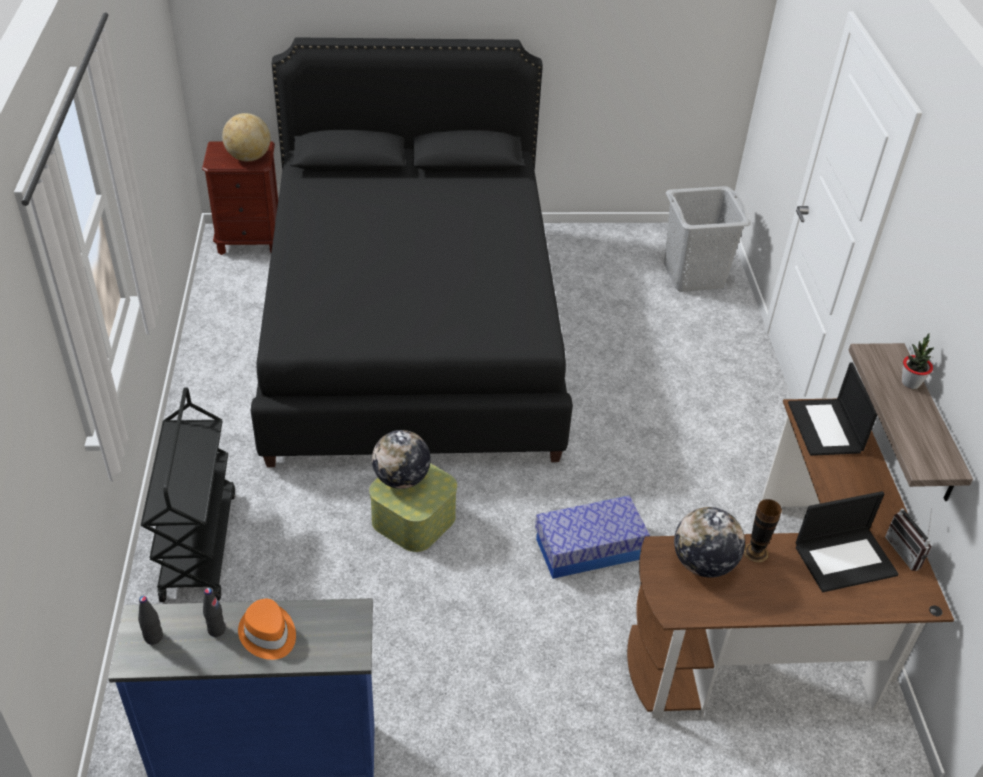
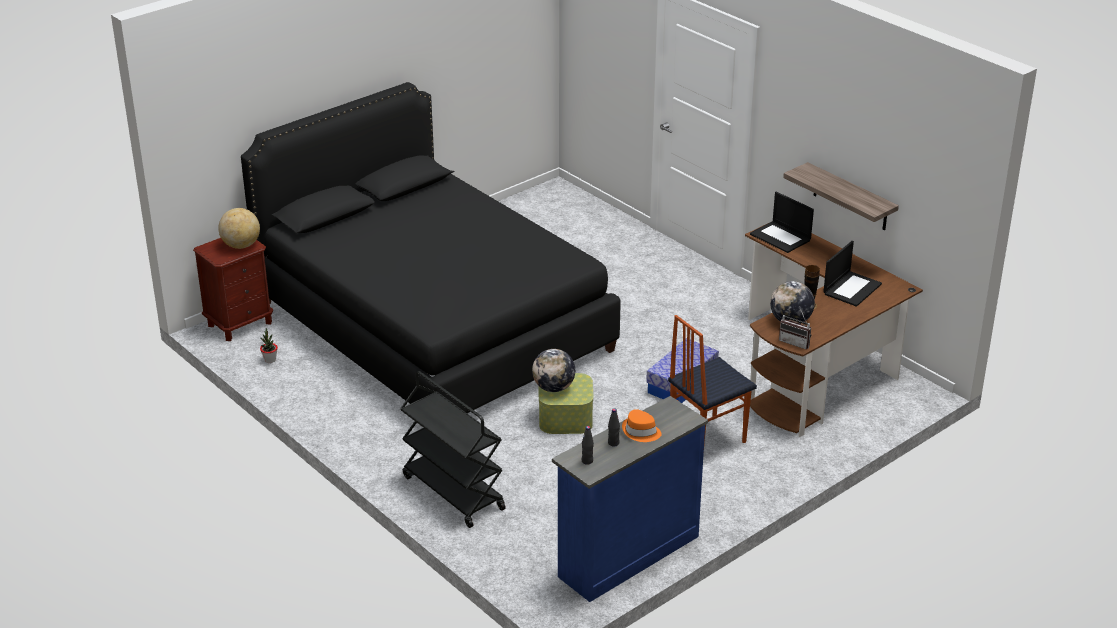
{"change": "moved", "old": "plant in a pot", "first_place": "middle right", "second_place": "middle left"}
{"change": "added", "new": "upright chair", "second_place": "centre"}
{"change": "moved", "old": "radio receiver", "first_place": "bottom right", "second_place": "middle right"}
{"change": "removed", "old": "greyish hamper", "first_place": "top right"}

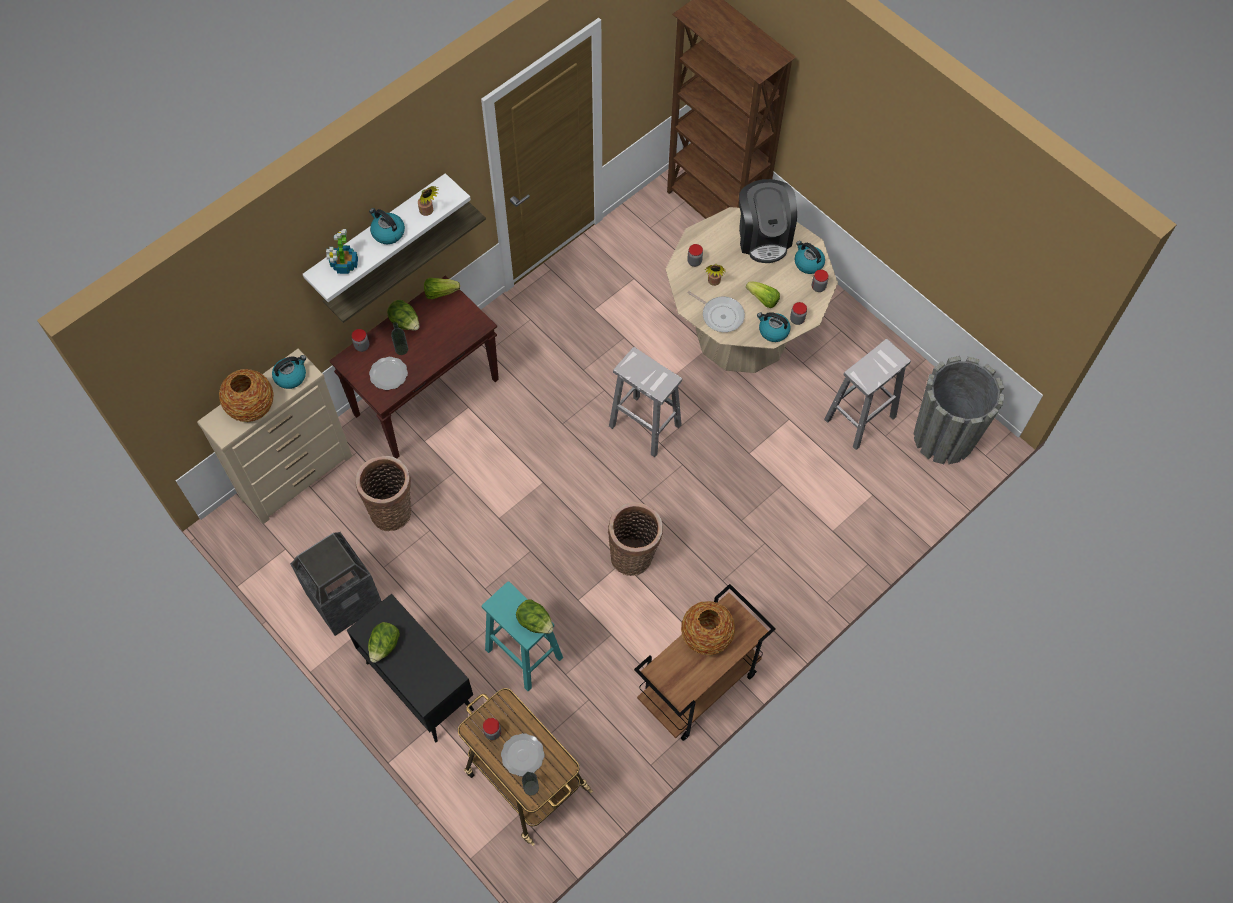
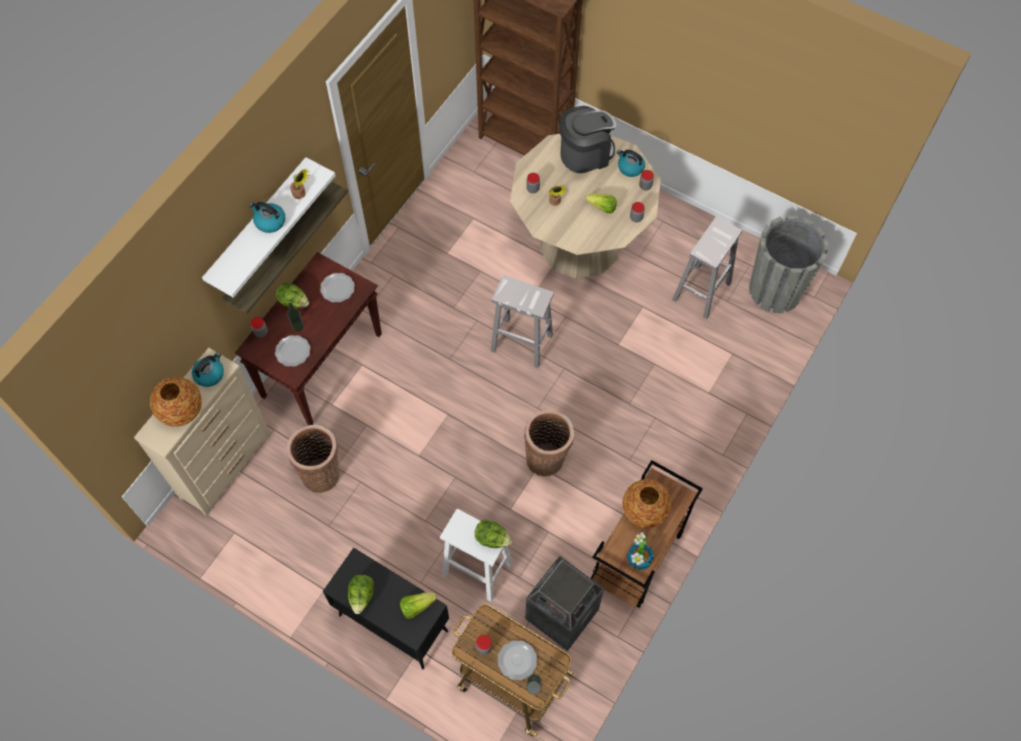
{"change": "added", "new": "plate (2nd from left)", "second_place": "middle left"}
{"change": "moved", "old": "head of lettuce (3rd from left)", "first_place": "top centre", "second_place": "bottom centre"}
{"change": "recoloured", "old": "turquoise-coloured sitting stool", "new": "white sitting stool (1st from left)", "first_place": "bottom centre", "second_place": "bottom centre"}
{"change": "moved", "old": "rubbish bin", "first_place": "middle left", "second_place": "bottom centre"}
{"change": "turned", "old": "coffee brewer", "first_place": "top centre", "second_place": "top centre", "degrees": -90}
{"change": "moved", "old": "plant in a pot (1st from left in the first image)", "new": "plant in a pot (3rd from left)", "first_place": "top left", "second_place": "bottom centre"}
{"change": "removed", "old": "frying pan", "first_place": "centre"}
{"change": "removed", "old": "kettle (3rd from left)", "first_place": "centre"}

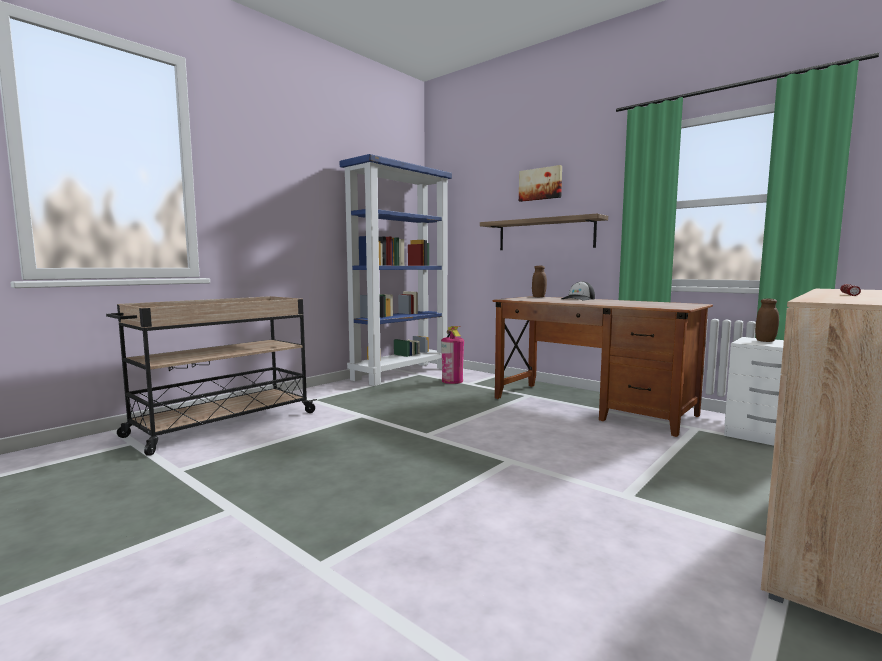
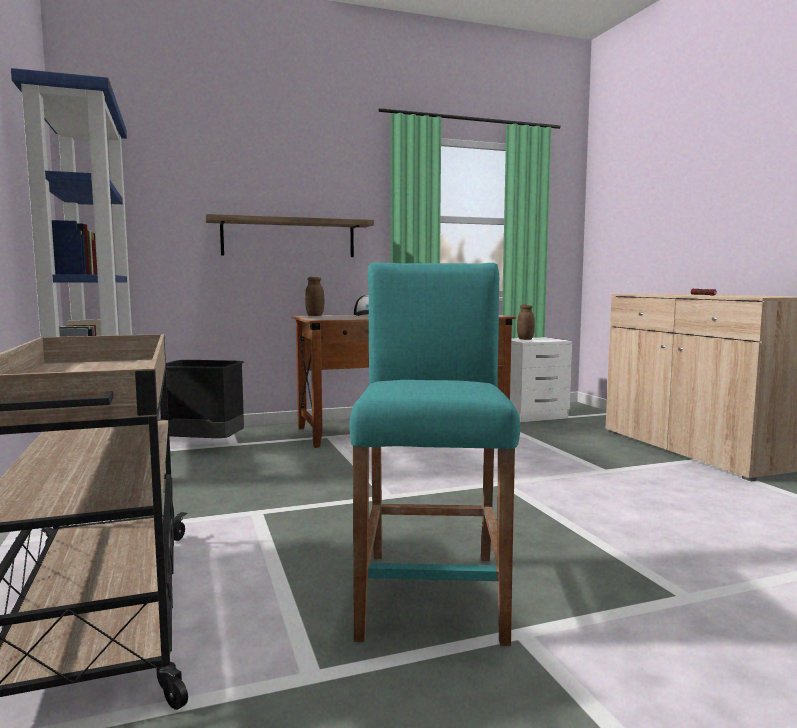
{"change": "replaced", "old": "extinguisher", "new": "blackish rubbish bin", "first_place": "centre", "second_place": "middle left"}
{"change": "added", "new": "turquoise-coloured sitting stool", "second_place": "centre"}
{"change": "removed", "old": "wall picture", "first_place": "top centre"}

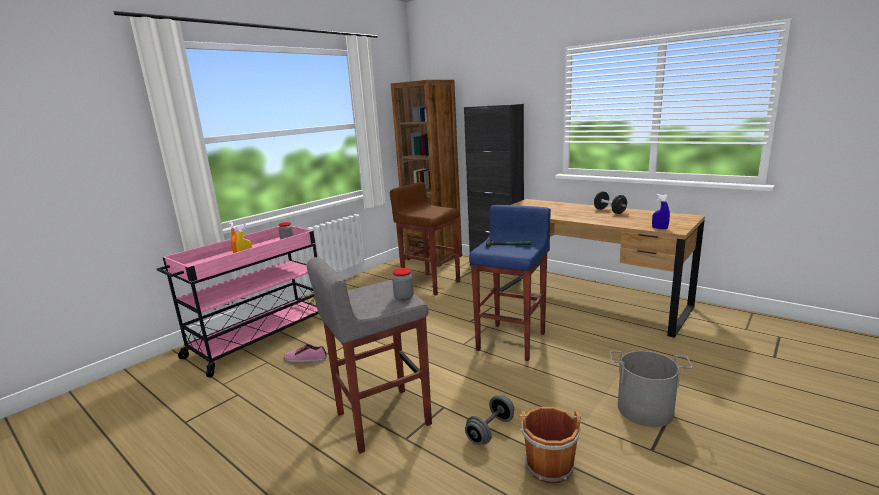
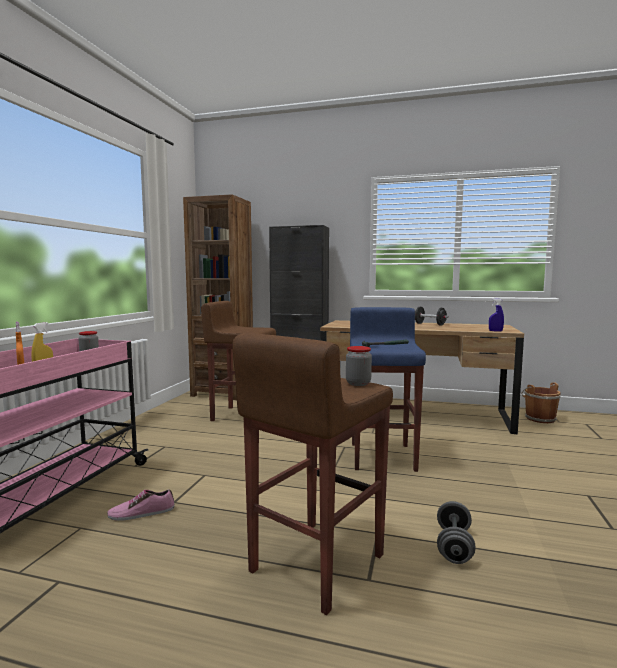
{"change": "recoloured", "old": "greyish sitting stool", "new": "brown-coloured sitting stool (2nd from left)", "first_place": "bottom centre", "second_place": "bottom centre"}
{"change": "moved", "old": "brown-coloured pail", "first_place": "bottom centre", "second_place": "middle right"}
{"change": "removed", "old": "greyish pail", "first_place": "bottom right"}

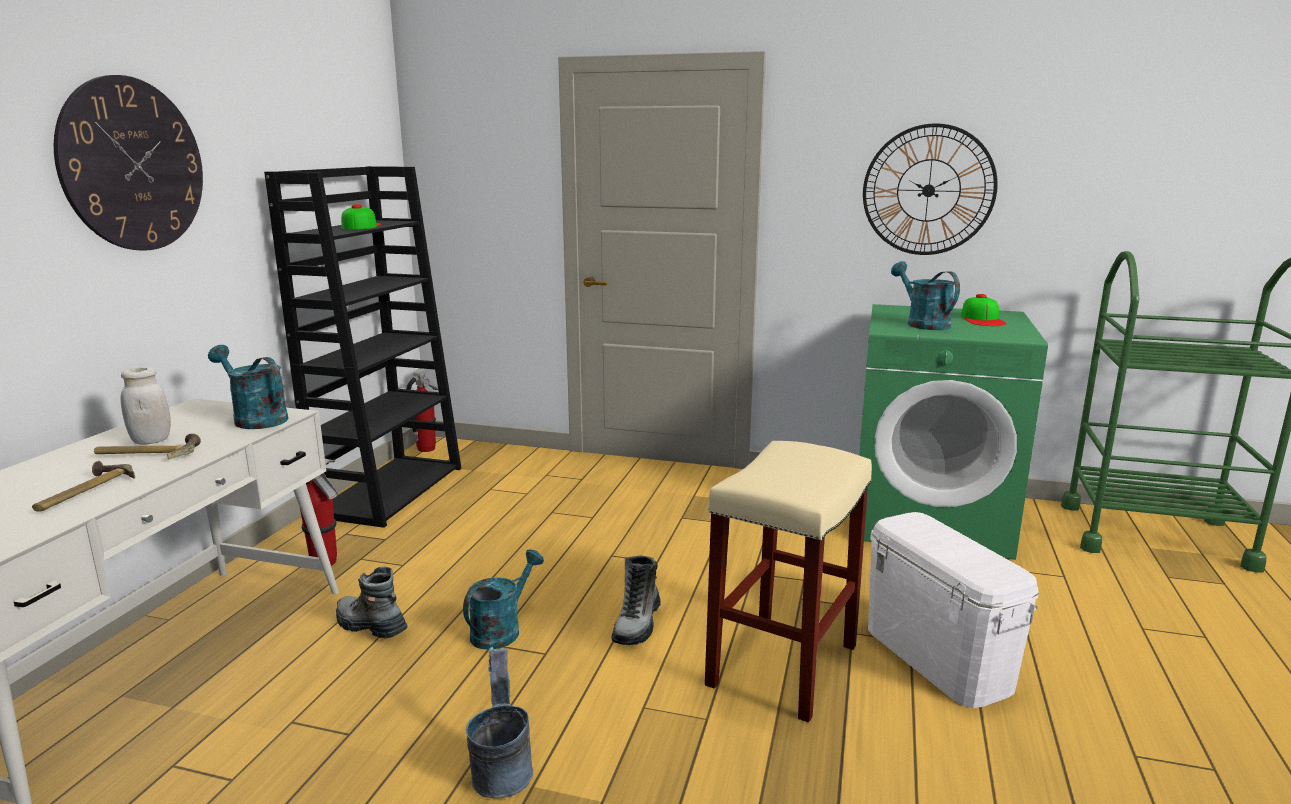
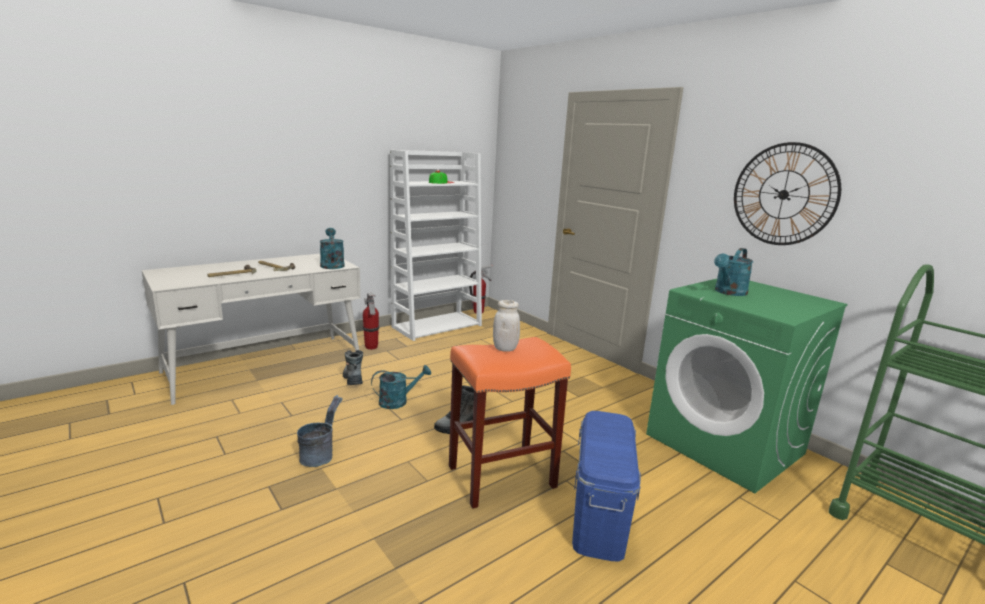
{"change": "recoloured", "old": "blackish bookcase", "new": "white bookcase", "first_place": "middle left", "second_place": "centre"}
{"change": "recoloured", "old": "sand-coloured sitting stool", "new": "orange-coloured sitting stool", "first_place": "bottom centre", "second_place": "bottom centre"}
{"change": "moved", "old": "white jar", "first_place": "middle left", "second_place": "centre"}
{"change": "recoloured", "old": "white storage bin", "new": "blue storage bin", "first_place": "bottom right", "second_place": "bottom centre"}
{"change": "turned", "old": "turquoise-coloured watering can (3rd from left)", "first_place": "middle right", "second_place": "middle right", "degrees": -150}
{"change": "removed", "old": "wall clock (1st from left)", "first_place": "top left"}
{"change": "removed", "old": "cap (2nd from left)", "first_place": "middle right"}

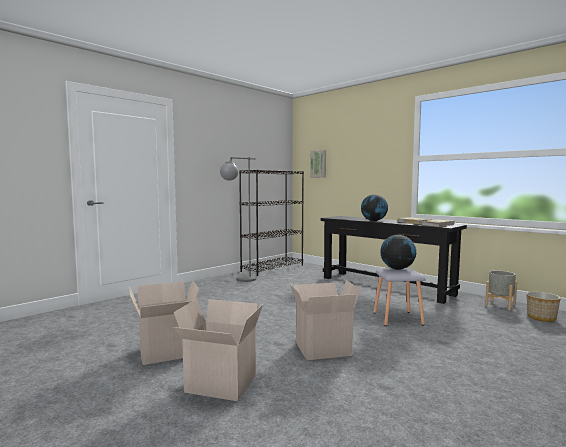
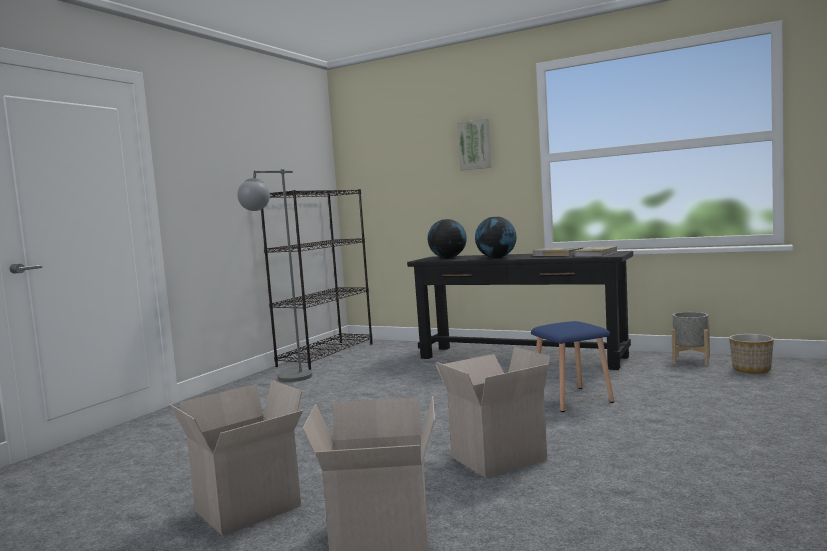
{"change": "moved", "old": "globe (2nd from left in the first image)", "new": "globe (1st from left)", "first_place": "middle right", "second_place": "centre"}
{"change": "moved", "old": "wall picture", "first_place": "centre", "second_place": "top centre"}
{"change": "recoloured", "old": "greyish sitting stool", "new": "blue sitting stool", "first_place": "middle right", "second_place": "middle right"}

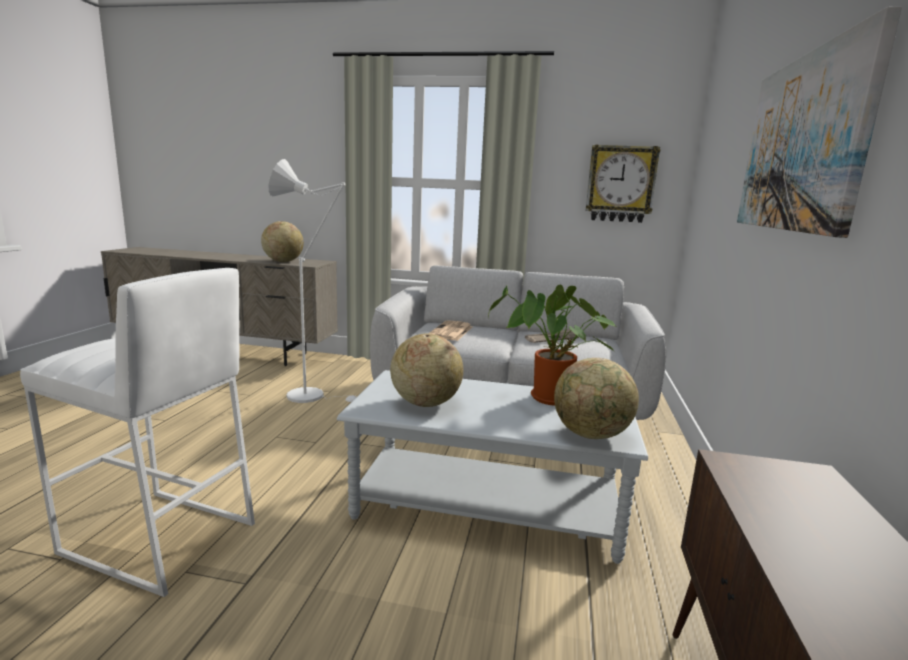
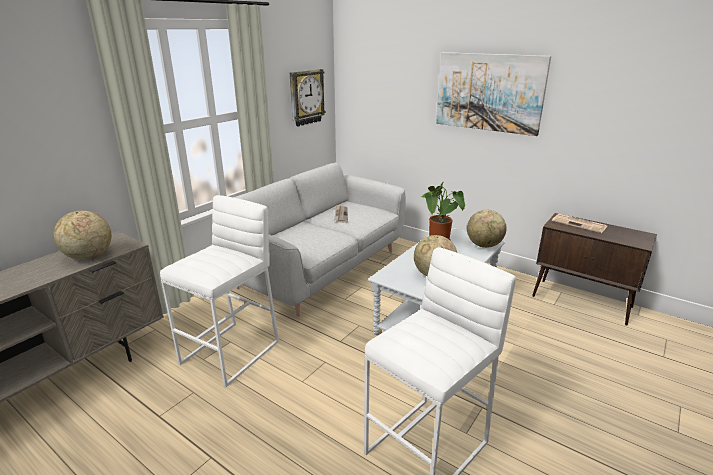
{"change": "replaced", "old": "white standing lamp", "new": "white sitting stool (1st from left)", "first_place": "centre", "second_place": "middle left"}
{"change": "moved", "old": "newspaper (1st from left in the first image)", "new": "newspaper (2nd from left)", "first_place": "centre", "second_place": "middle right"}

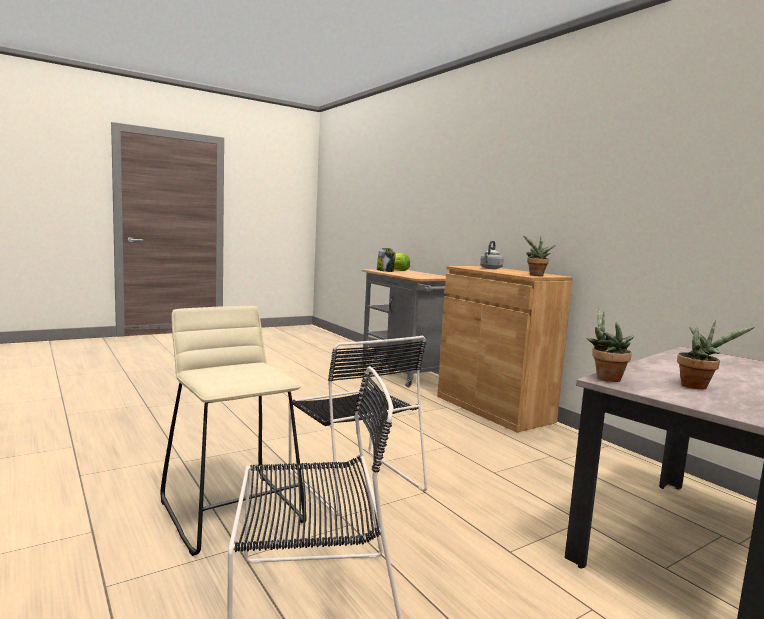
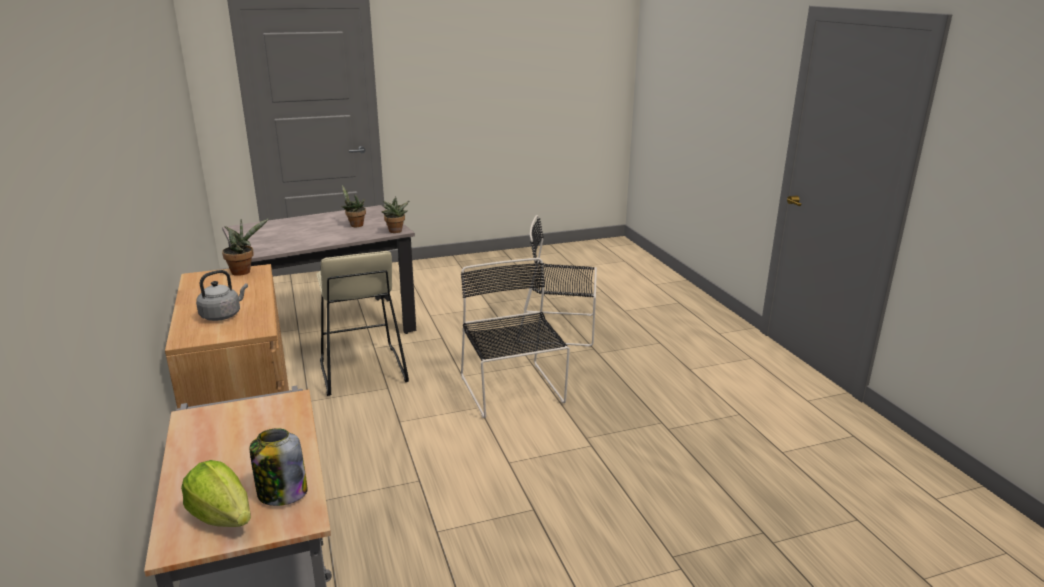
{"change": "moved", "old": "sand-coloured sitting stool", "first_place": "bottom left", "second_place": "centre"}

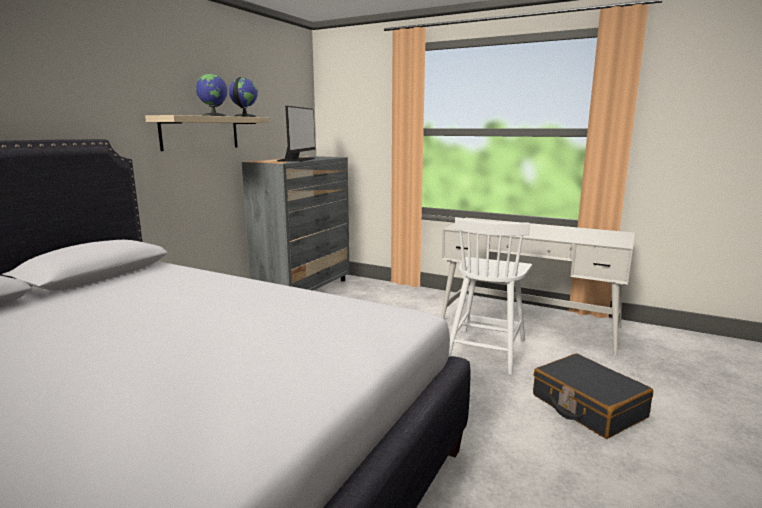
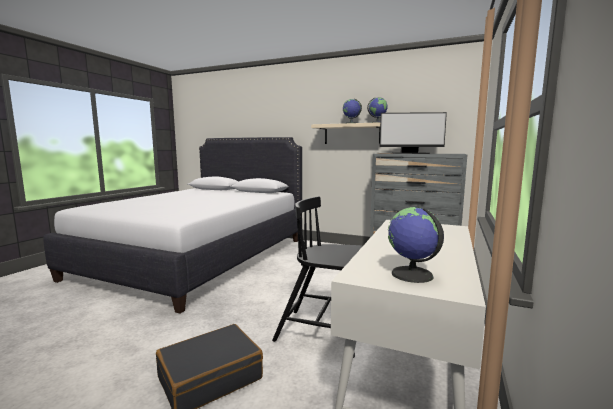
{"change": "recoloured", "old": "white upright chair", "new": "blackish upright chair", "first_place": "centre", "second_place": "bottom centre"}
{"change": "added", "new": "globe (3rd from left)", "second_place": "middle right"}

